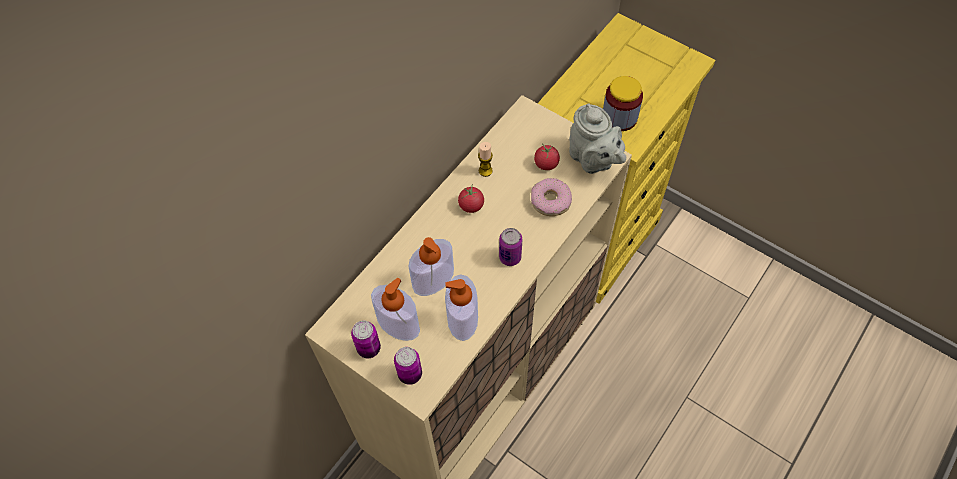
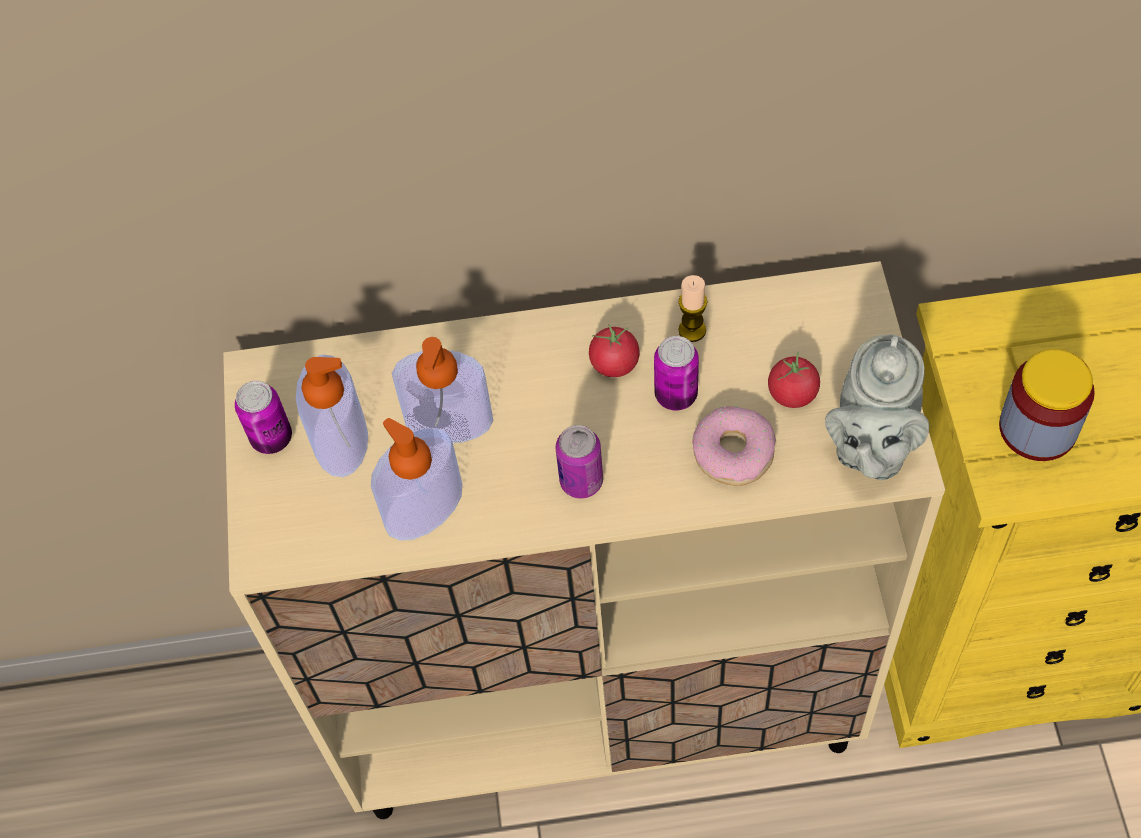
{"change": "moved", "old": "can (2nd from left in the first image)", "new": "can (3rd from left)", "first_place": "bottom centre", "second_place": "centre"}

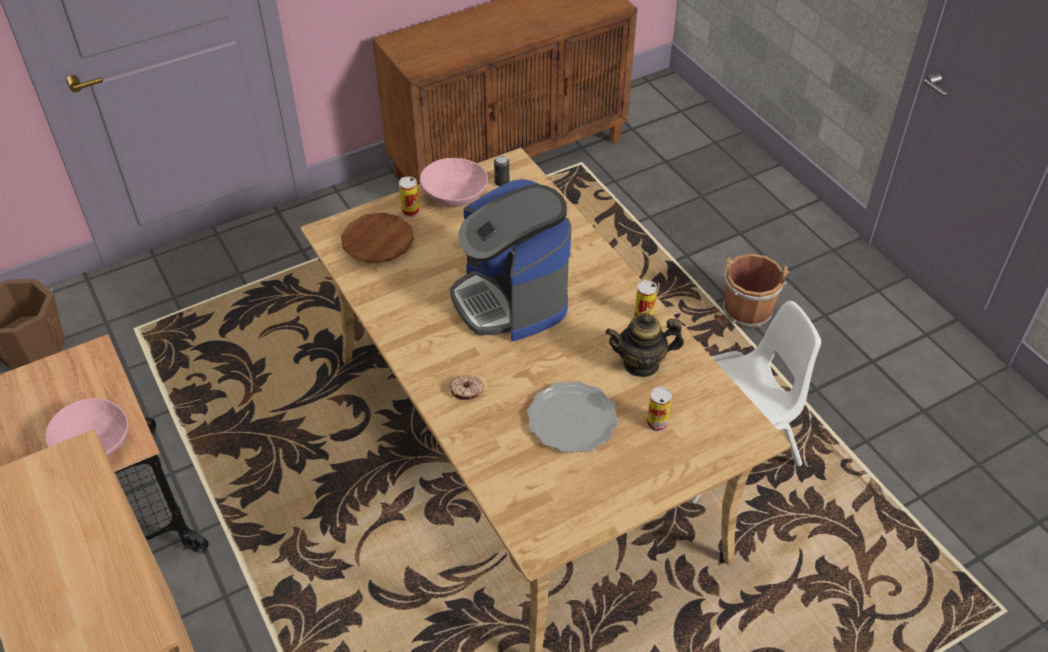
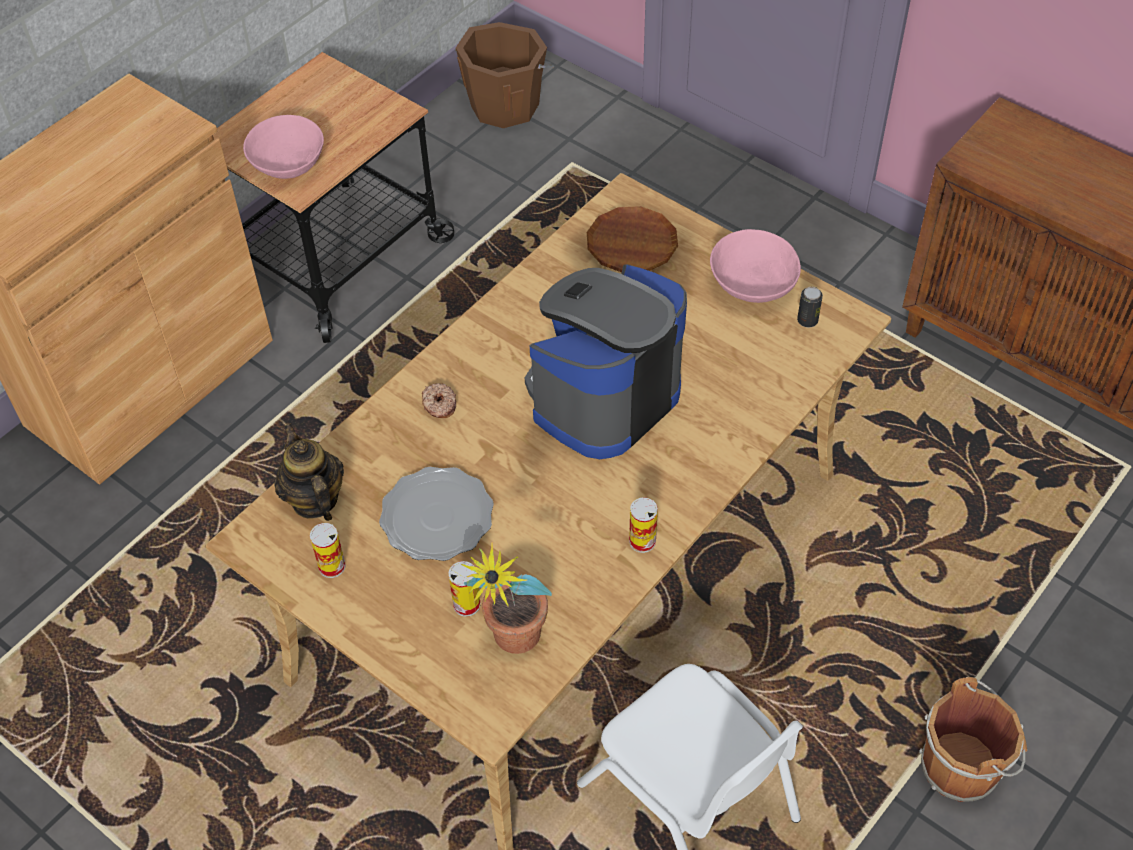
{"change": "moved", "old": "tea pot", "first_place": "centre", "second_place": "middle left"}
{"change": "moved", "old": "can (1st from left)", "first_place": "top centre", "second_place": "middle left"}
{"change": "added", "new": "plant in a pot", "second_place": "bottom centre"}

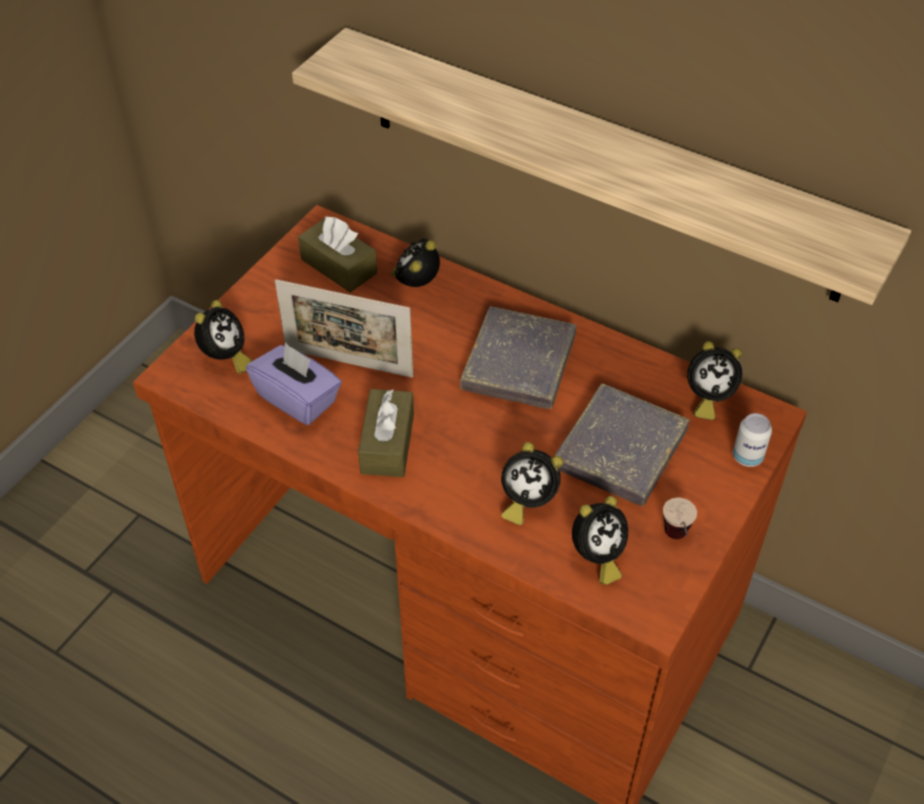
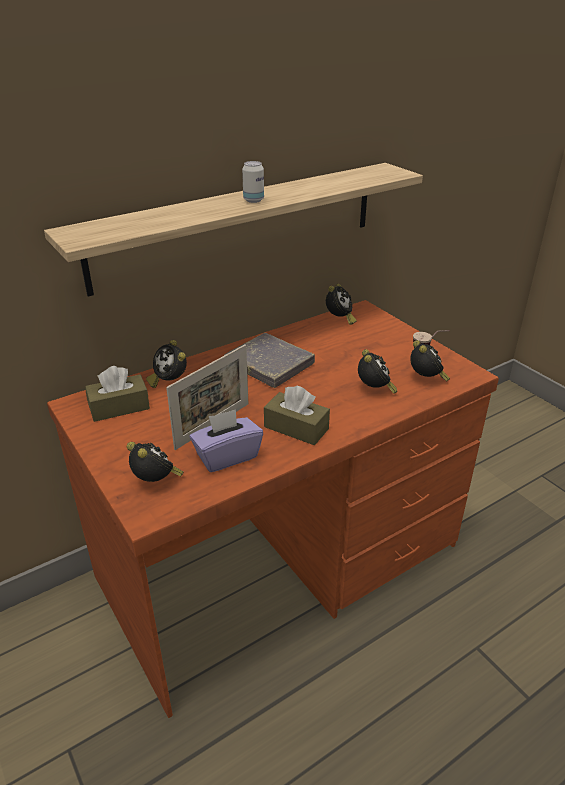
{"change": "moved", "old": "can", "first_place": "middle right", "second_place": "top centre"}
{"change": "turned", "old": "bedside clock (3rd from left in the first image)", "first_place": "centre", "second_place": "middle right", "degrees": -45}
{"change": "removed", "old": "greyish bound book (2nd from left)", "first_place": "middle right"}

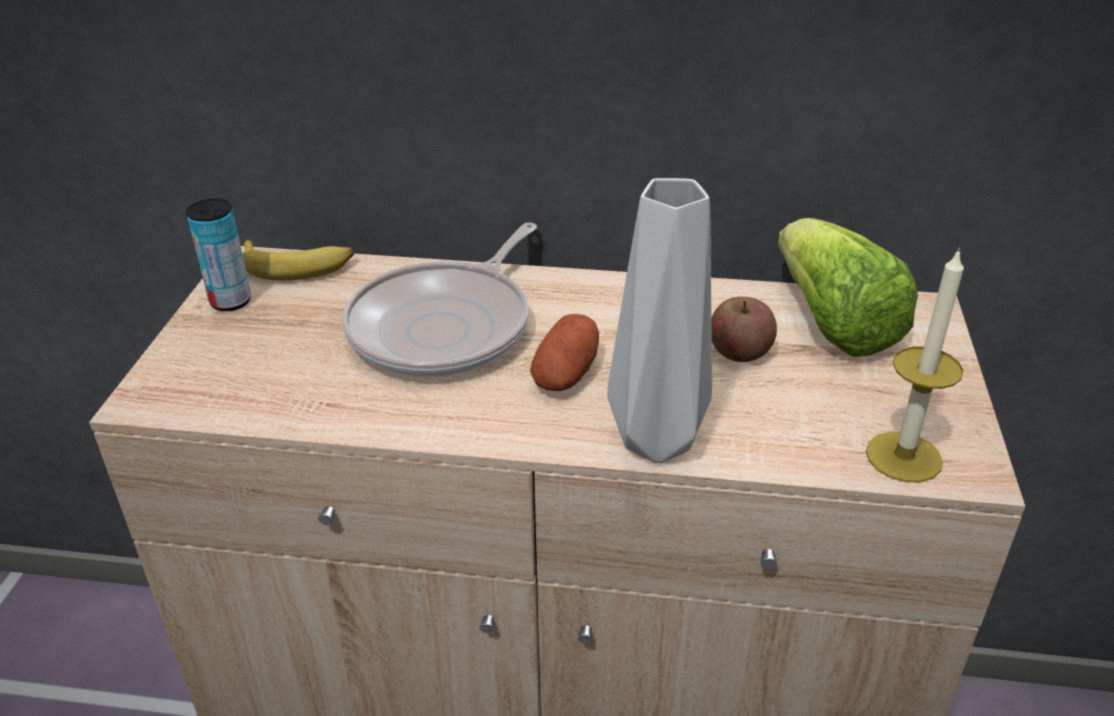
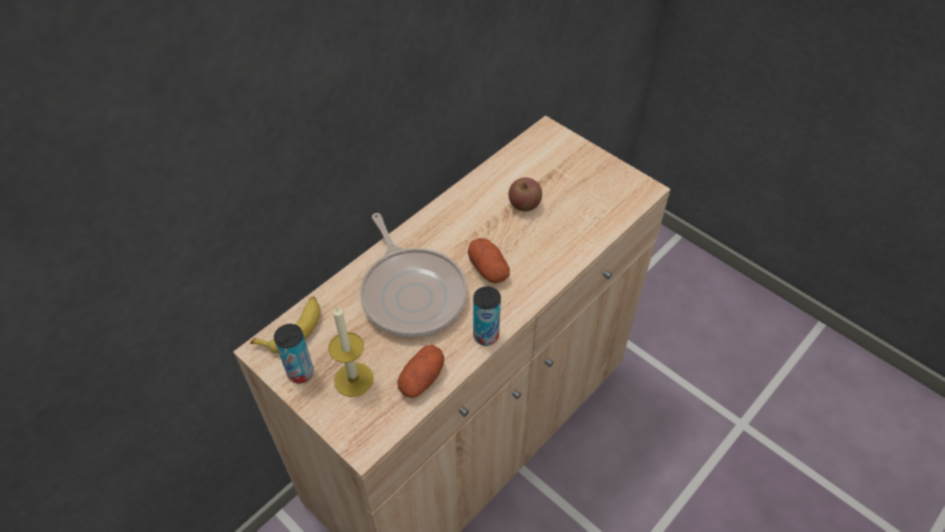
{"change": "moved", "old": "wax candle", "first_place": "middle right", "second_place": "centre"}
{"change": "added", "new": "potato (1st from left)", "second_place": "bottom centre"}
{"change": "added", "new": "can (2nd from left)", "second_place": "centre"}
{"change": "removed", "old": "greyish flower vase", "first_place": "centre"}
{"change": "removed", "old": "head of lettuce", "first_place": "middle right"}

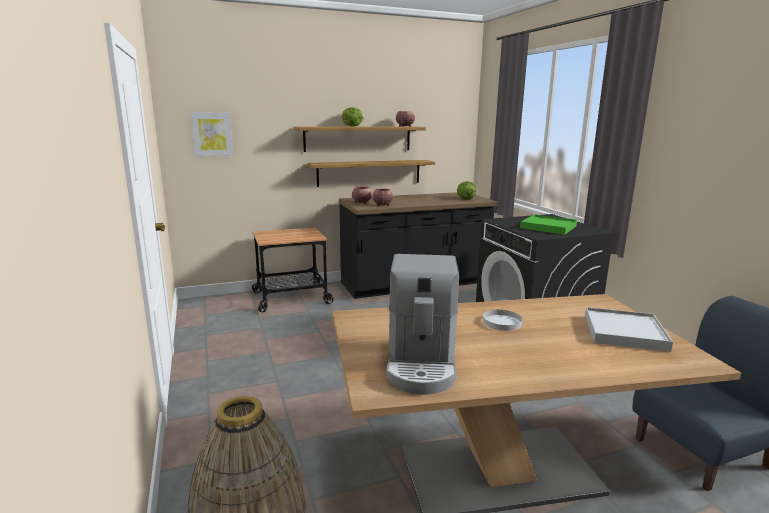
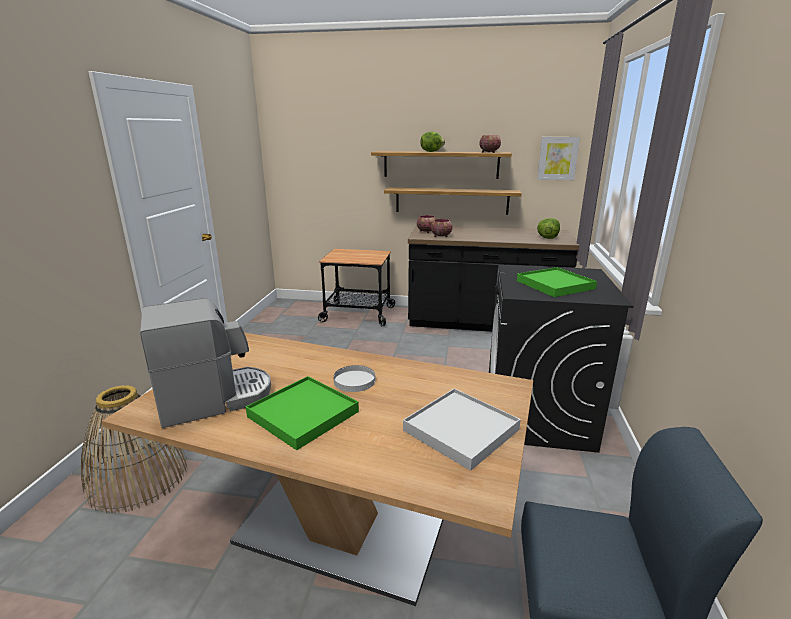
{"change": "turned", "old": "coffee brewer", "first_place": "centre", "second_place": "middle left", "degrees": -150}
{"change": "added", "new": "green-coloured carrying tray (1st from left)", "second_place": "bottom centre"}
{"change": "moved", "old": "wall picture", "first_place": "top left", "second_place": "top right"}

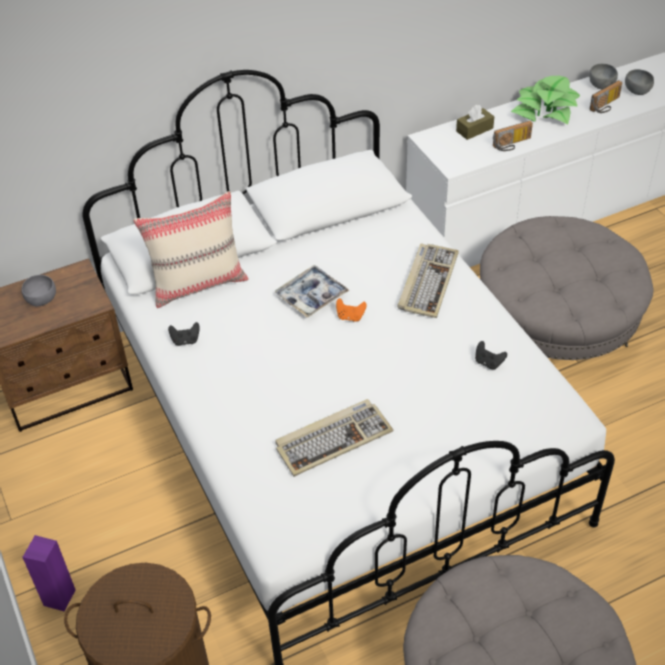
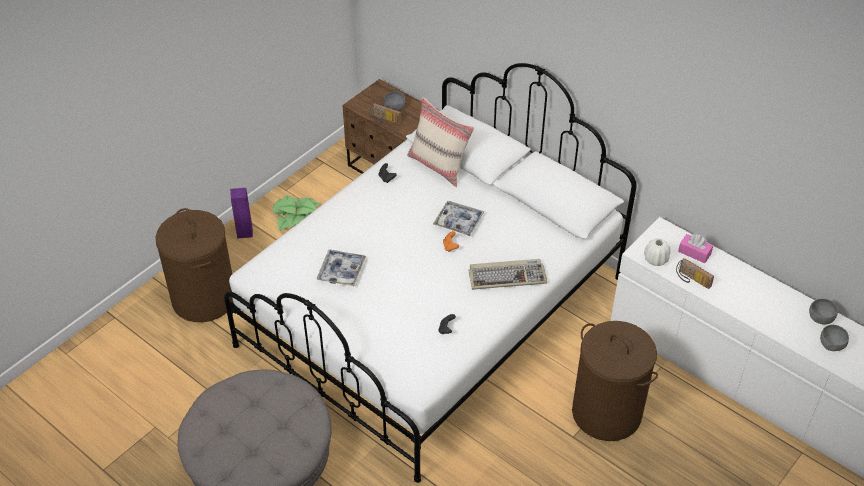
{"change": "moved", "old": "plant in a pot", "first_place": "top right", "second_place": "centre"}
{"change": "replaced", "old": "computer keyboard (1st from left)", "new": "carrying tray (1st from left)", "first_place": "centre", "second_place": "centre"}
{"change": "moved", "old": "radio receiver (2nd from left in the first image)", "new": "radio receiver (1st from left)", "first_place": "top right", "second_place": "top centre"}
{"change": "replaced", "old": "greyish footrest (2nd from left)", "new": "brown-coloured hamper (2nd from left)", "first_place": "middle right", "second_place": "bottom right"}
{"change": "added", "new": "white flower vase", "second_place": "middle right"}
{"change": "recoloured", "old": "brown-coloured tissue box", "new": "pink tissue box", "first_place": "top right", "second_place": "middle right"}

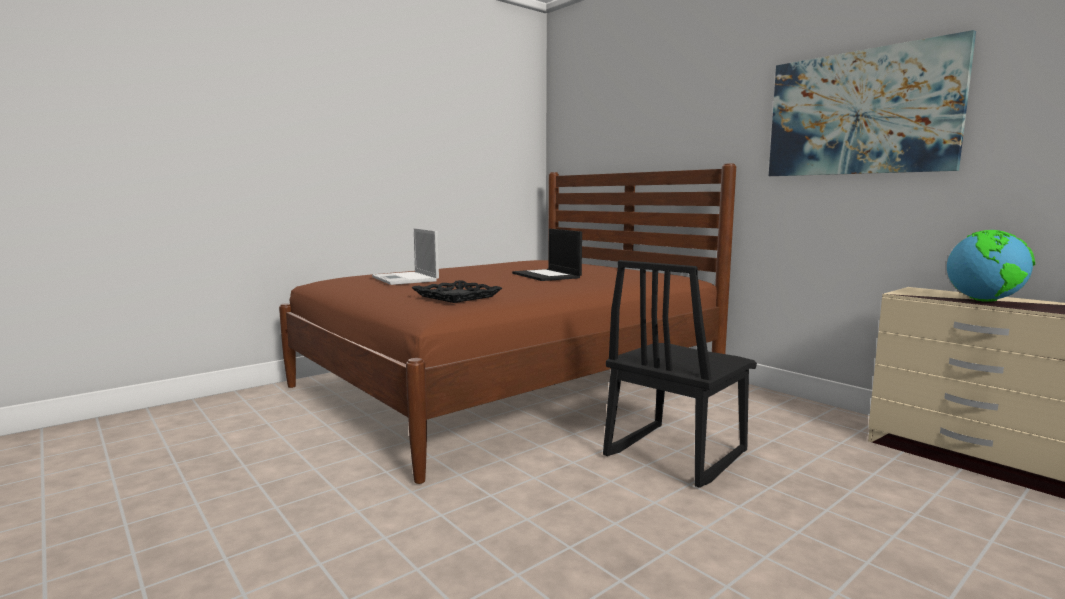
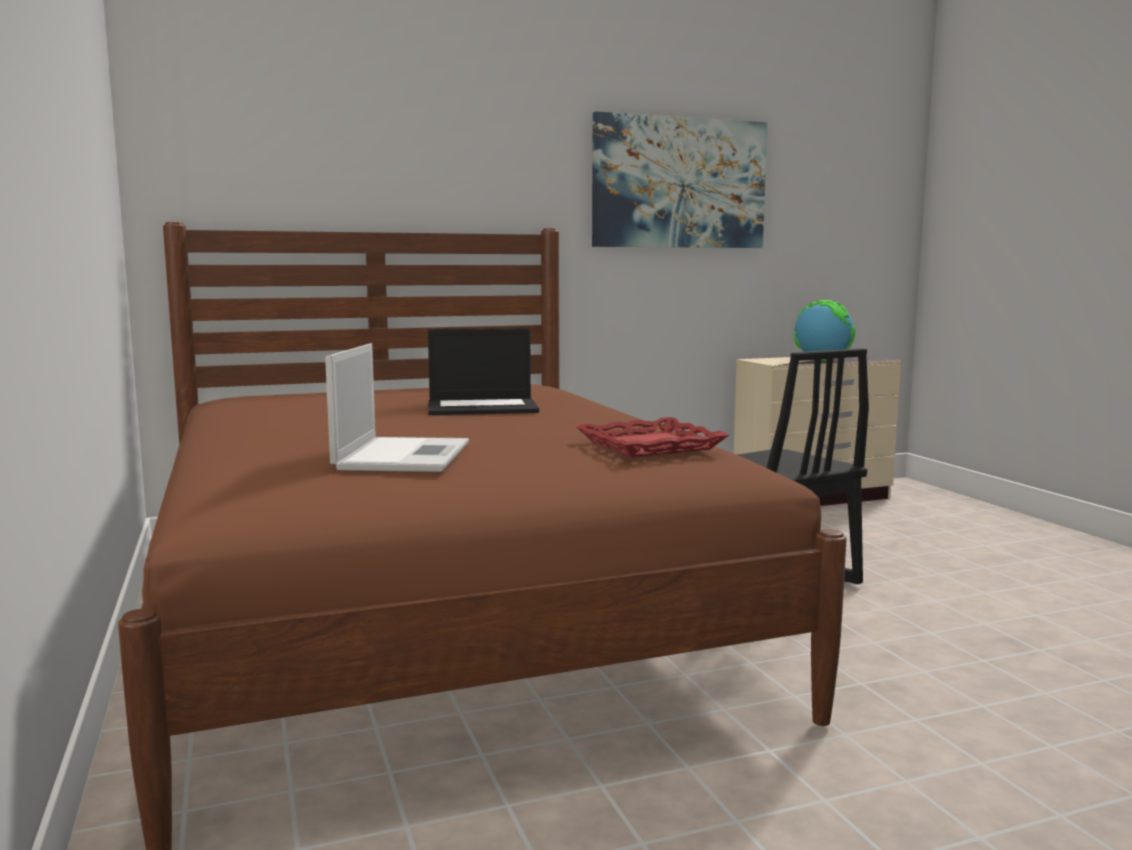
{"change": "turned", "old": "portable computer (1st from left)", "first_place": "centre", "second_place": "centre", "degrees": -75}
{"change": "recoloured", "old": "blackish carrying tray", "new": "red carrying tray", "first_place": "centre", "second_place": "centre"}

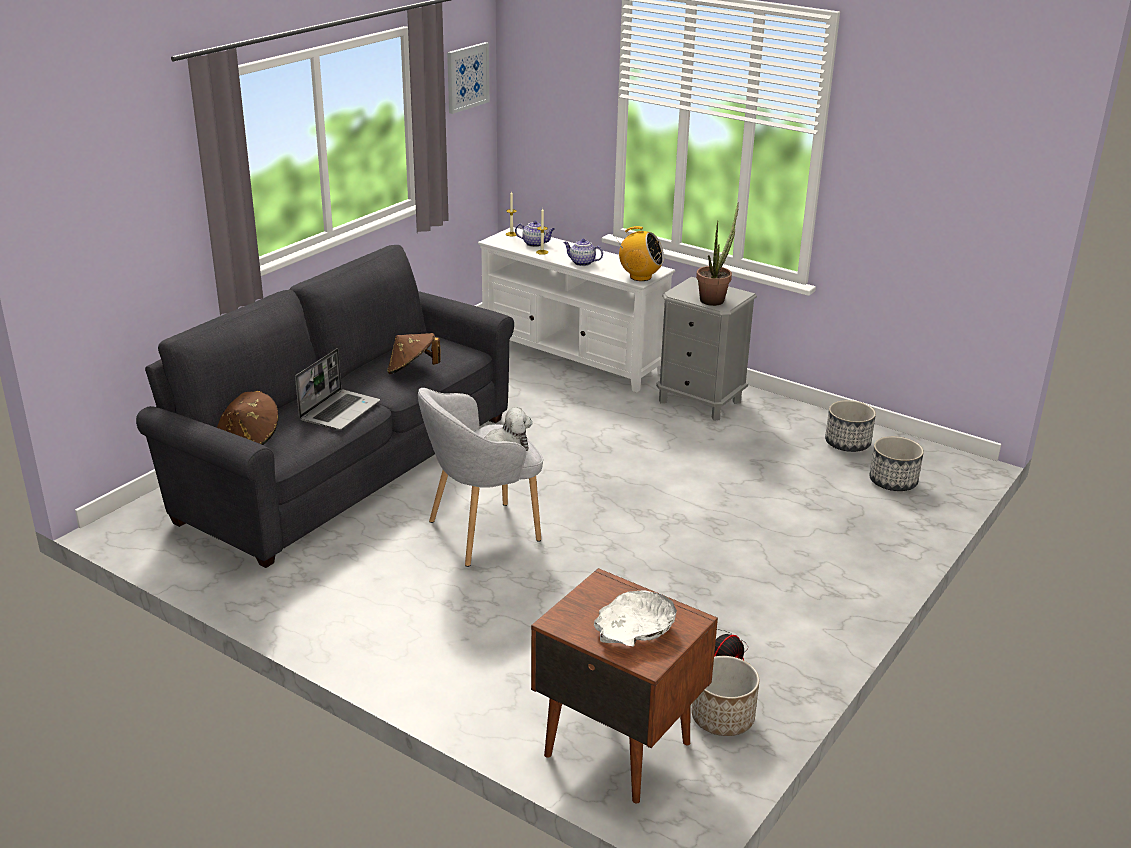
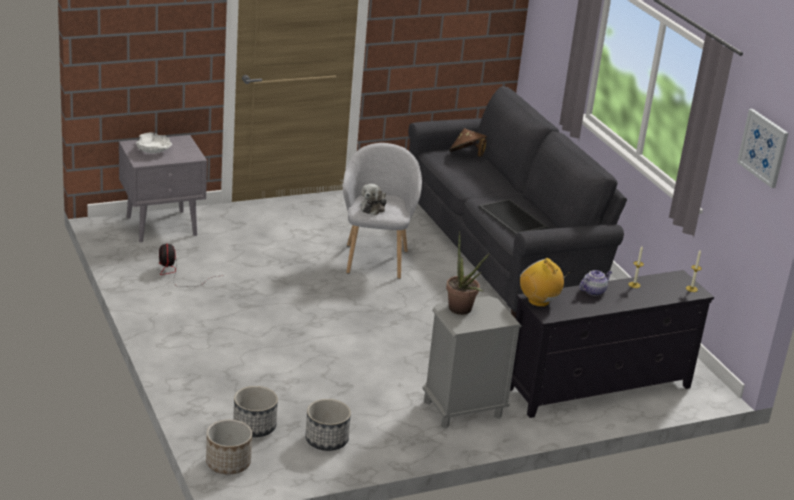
{"change": "recoloured", "old": "brown-coloured bedside table", "new": "greyish bedside table (1st from left)", "first_place": "bottom centre", "second_place": "middle left"}
{"change": "moved", "old": "plant pot (1st from left)", "first_place": "bottom centre", "second_place": "bottom left"}
{"change": "replaced", "old": "brown-coloured wearable hat (2nd from left)", "new": "carrying tray", "first_place": "centre", "second_place": "centre"}
{"change": "recoloured", "old": "white media console", "new": "blackish media console", "first_place": "centre", "second_place": "bottom right"}
{"change": "turned", "old": "radio receiver", "first_place": "top centre", "second_place": "middle right", "degrees": 90}
{"change": "removed", "old": "portable computer", "first_place": "middle left"}
{"change": "removed", "old": "tea pot (1st from left)", "first_place": "top centre"}

